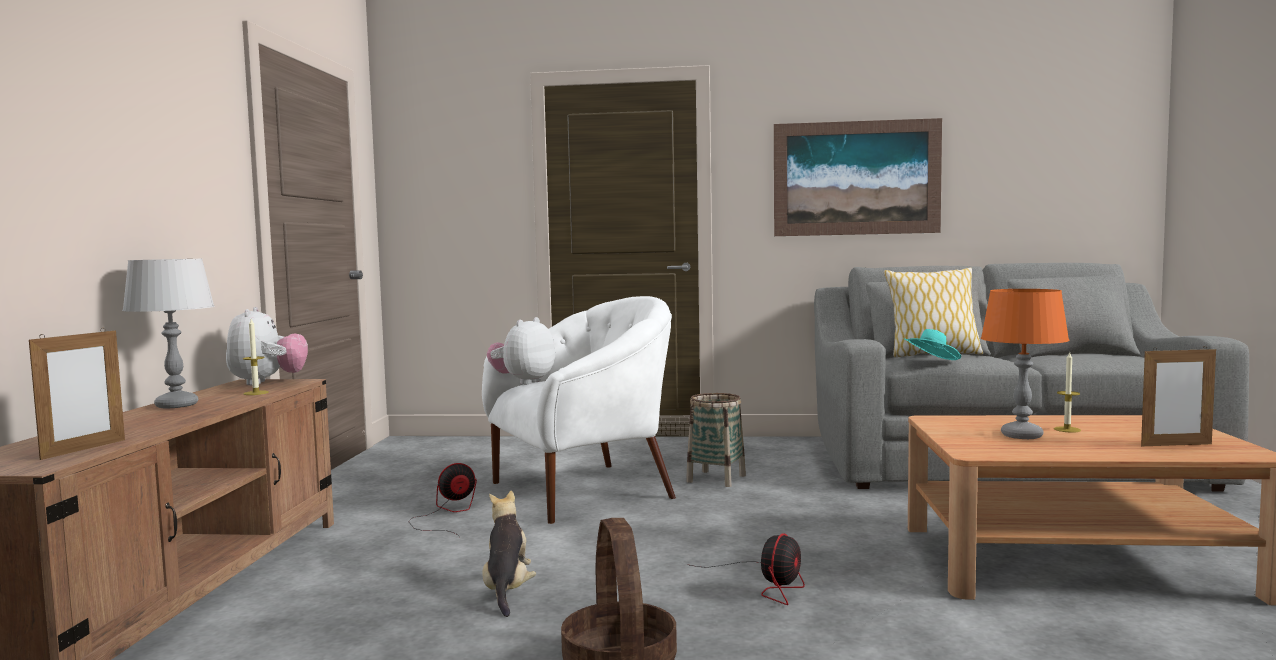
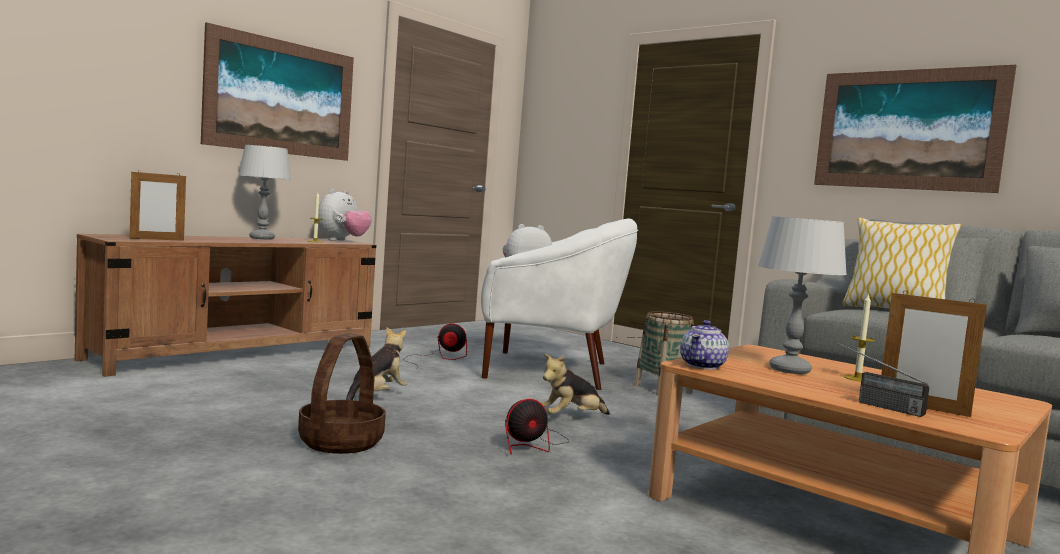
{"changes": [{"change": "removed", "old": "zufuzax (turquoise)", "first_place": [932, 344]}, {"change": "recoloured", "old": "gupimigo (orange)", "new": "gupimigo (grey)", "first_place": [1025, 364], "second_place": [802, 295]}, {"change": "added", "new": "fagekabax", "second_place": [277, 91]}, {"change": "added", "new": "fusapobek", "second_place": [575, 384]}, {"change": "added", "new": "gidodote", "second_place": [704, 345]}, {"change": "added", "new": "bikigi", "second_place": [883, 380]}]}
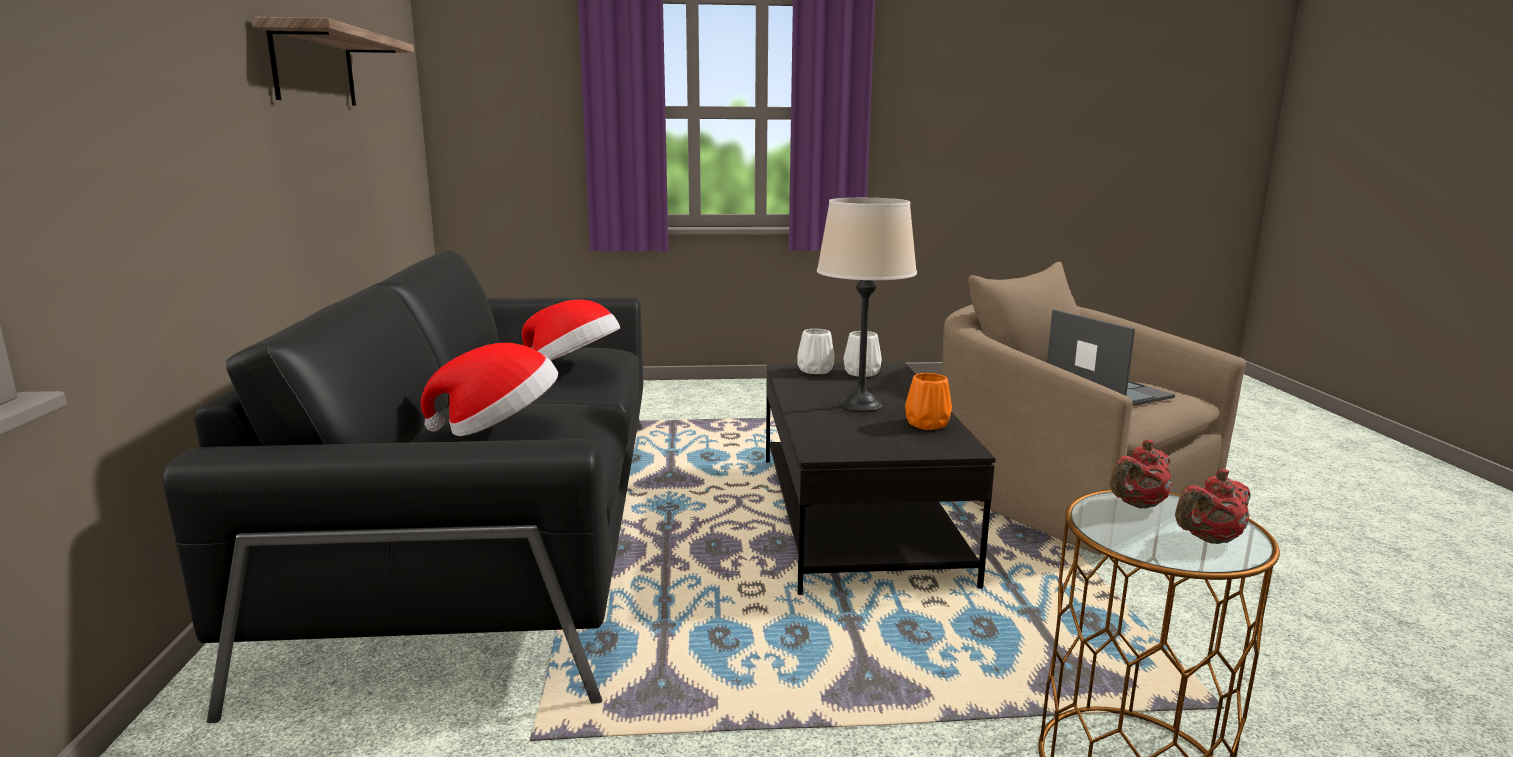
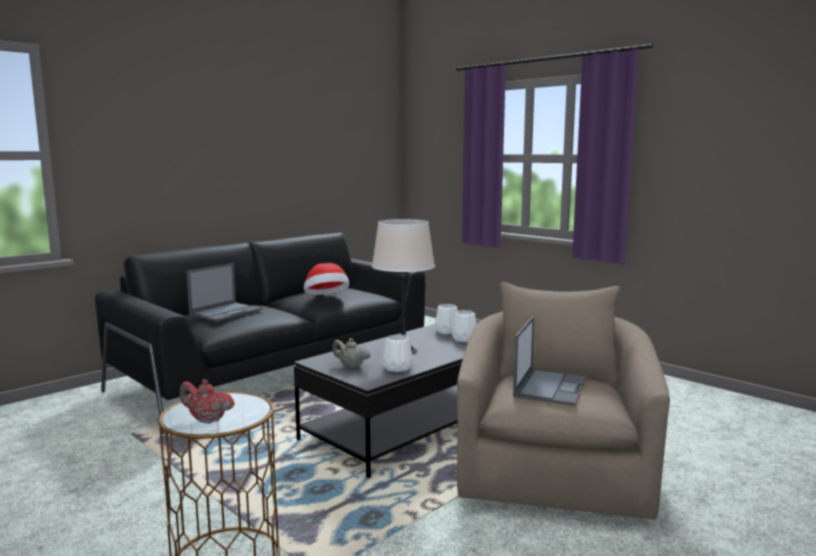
{"changes": [{"change": "removed", "old": "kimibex", "first_place": [333, 61]}, {"change": "replaced", "old": "zufuzax", "new": "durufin", "first_place": [489, 389], "second_place": [224, 292]}, {"change": "recoloured", "old": "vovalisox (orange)", "new": "vovalisox (white)", "first_place": [928, 401], "second_place": [398, 353]}, {"change": "removed", "old": "gidodote (red)", "first_place": [1141, 474]}, {"change": "added", "new": "gidodote (beige)", "second_place": [351, 353]}]}
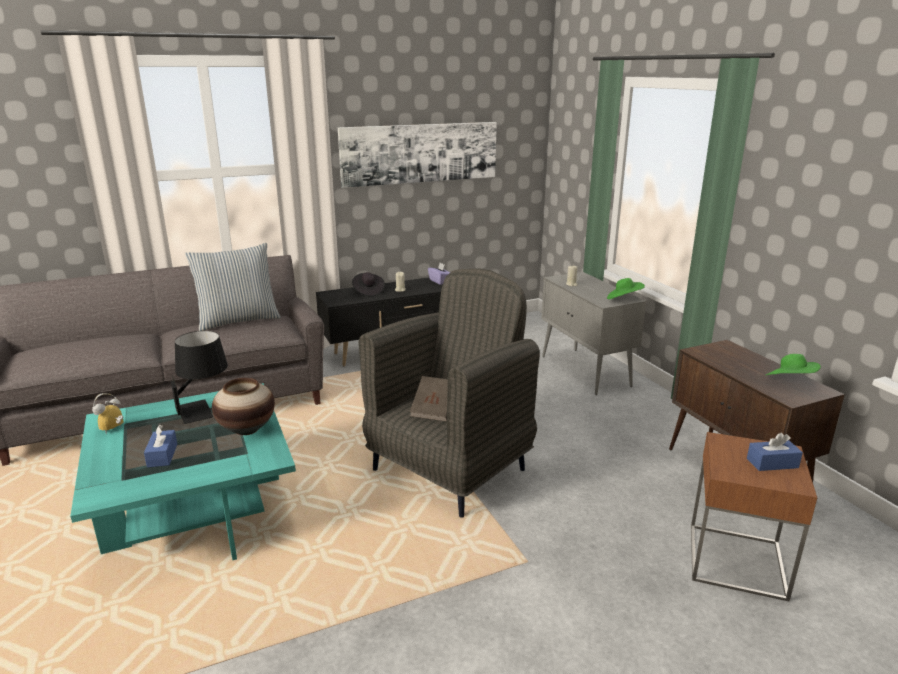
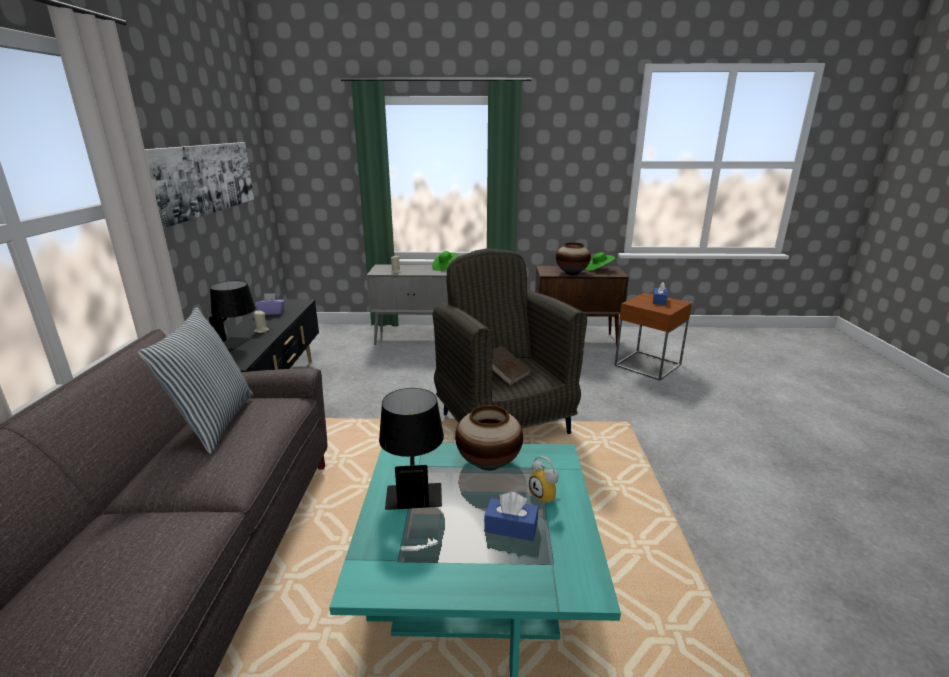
{"changes": [{"change": "moved", "old": "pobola", "first_place": [108, 413], "second_place": [543, 480]}, {"change": "replaced", "old": "zufuzax (black)", "new": "gupimigo (black)", "first_place": [368, 284], "second_place": [232, 316]}, {"change": "added", "new": "vovalisox", "second_place": [573, 258]}]}
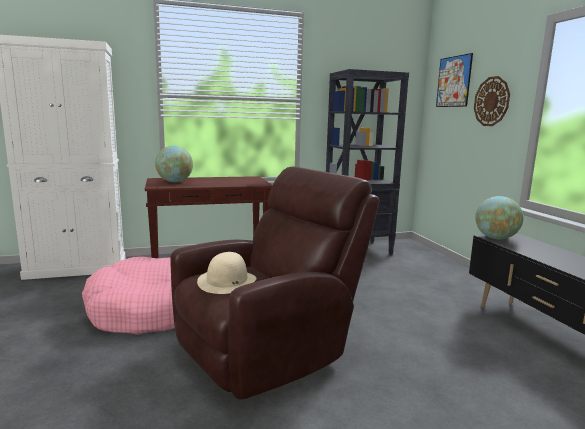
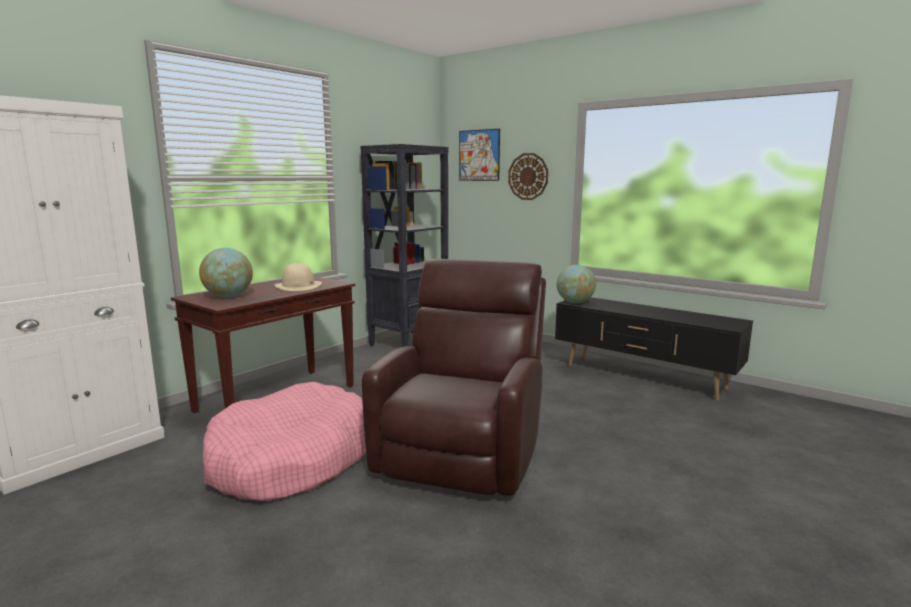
{"changes": [{"change": "moved", "old": "zufuzax (beige)", "first_place": [226, 273], "second_place": [298, 277]}]}
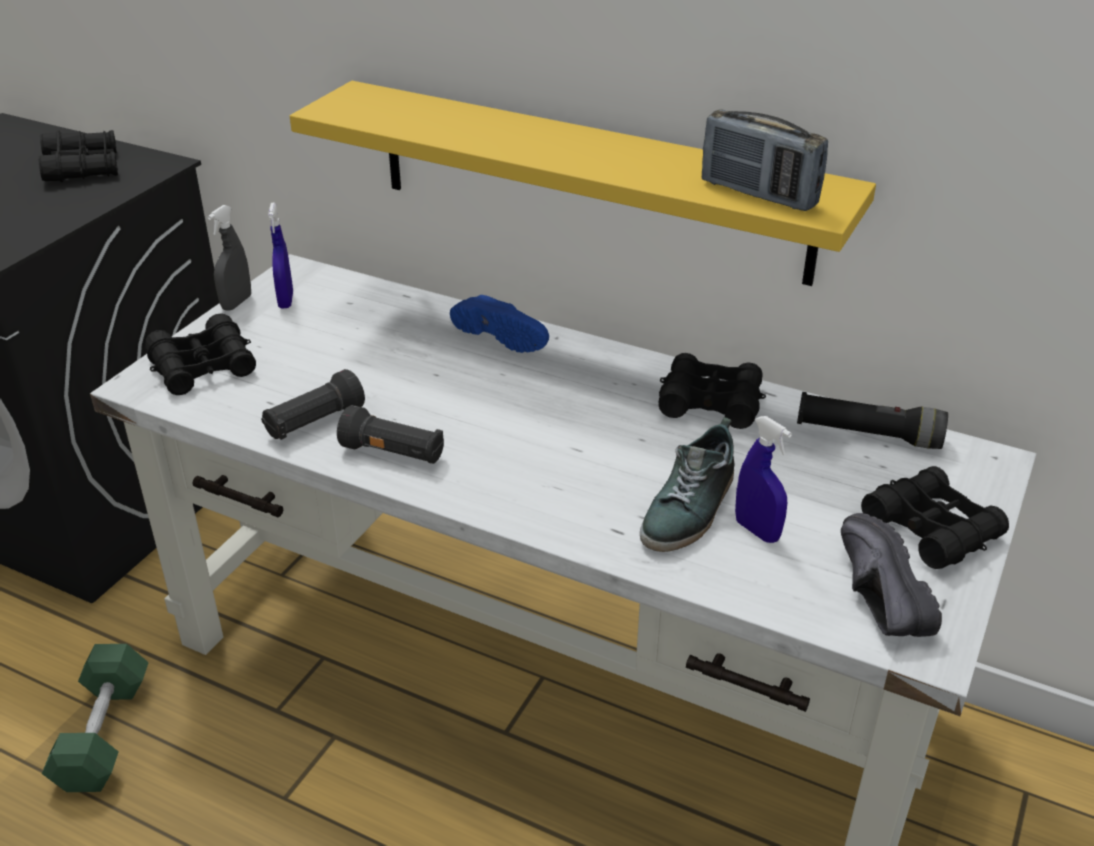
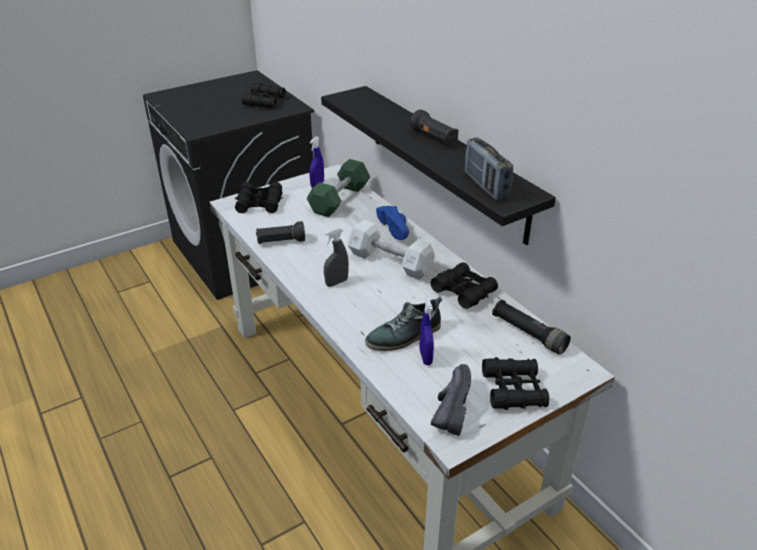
{"changes": [{"change": "moved", "old": "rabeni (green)", "first_place": [95, 718], "second_place": [338, 188]}, {"change": "moved", "old": "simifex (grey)", "first_place": [229, 258], "second_place": [336, 257]}, {"change": "recoloured", "old": "kimibex (yellow)", "new": "kimibex (black)", "first_place": [583, 183], "second_place": [438, 165]}, {"change": "moved", "old": "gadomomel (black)", "first_place": [390, 434], "second_place": [434, 127]}, {"change": "added", "new": "rabeni (white)", "second_place": [391, 250]}]}
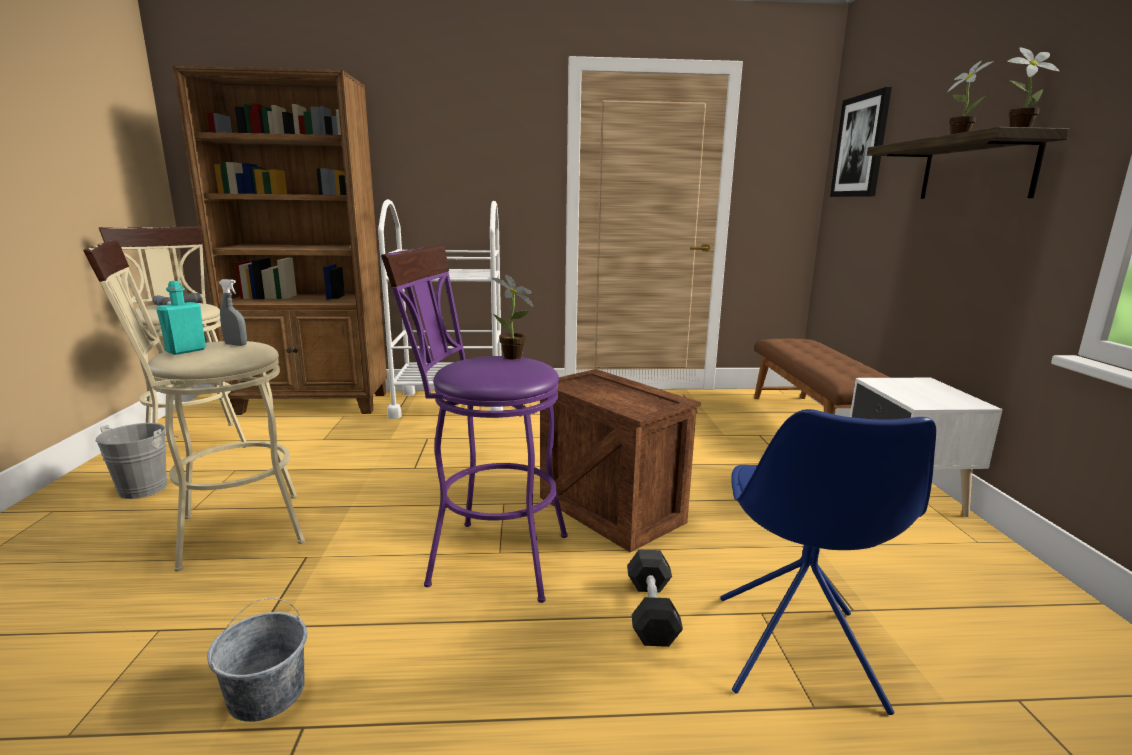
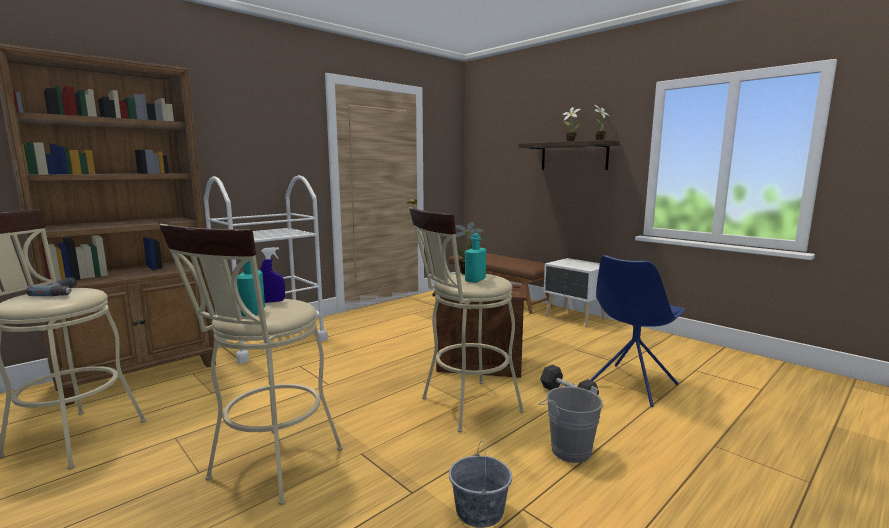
{"changes": [{"change": "moved", "old": "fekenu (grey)", "first_place": [137, 461], "second_place": [570, 424]}, {"change": "recoloured", "old": "simifex (grey)", "new": "simifex (blue)", "first_place": [233, 312], "second_place": [272, 275]}, {"change": "recoloured", "old": "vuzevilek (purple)", "new": "vuzevilek (beige)", "first_place": [474, 423], "second_place": [466, 320]}, {"change": "turned", "old": "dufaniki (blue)", "first_place": [828, 562], "second_place": [637, 331], "degrees": 75}, {"change": "removed", "old": "fagekabax", "first_place": [861, 142]}, {"change": "added", "new": "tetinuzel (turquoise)", "second_place": [475, 258]}]}
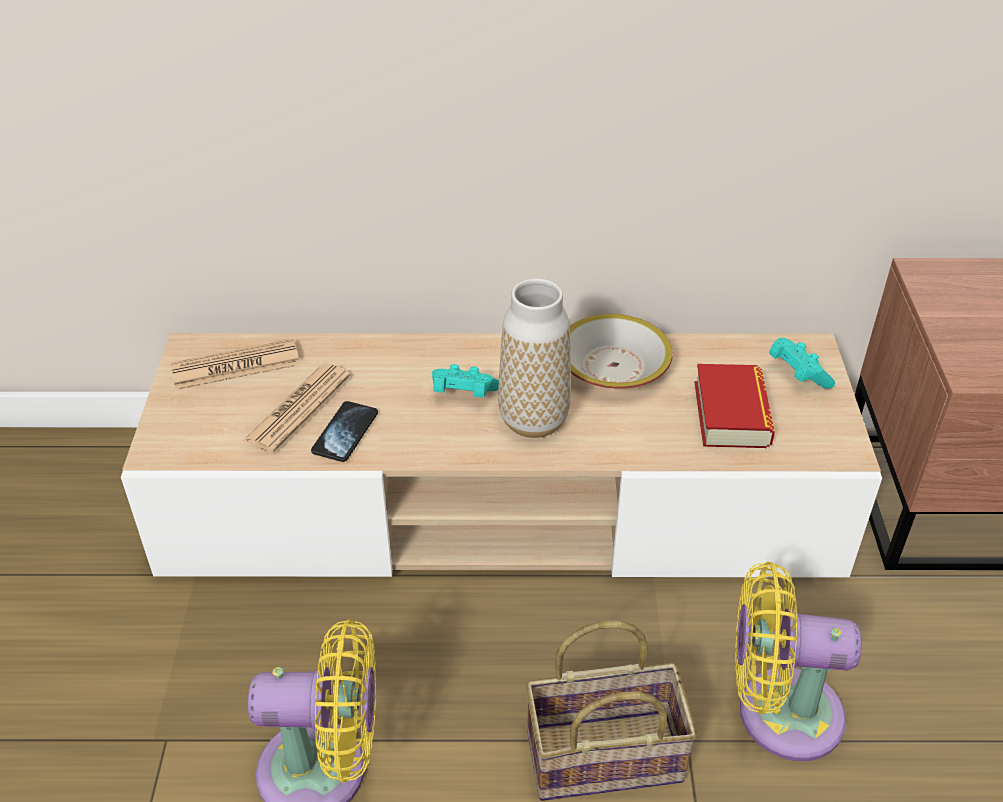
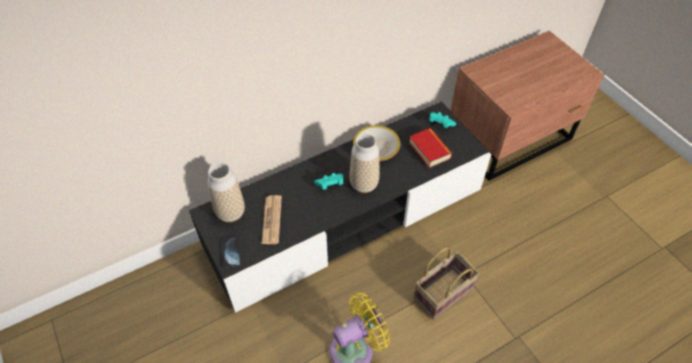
{"changes": [{"change": "recoloured", "old": "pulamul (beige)", "new": "pulamul (black)", "first_place": [501, 455], "second_place": [340, 207]}, {"change": "replaced", "old": "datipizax", "new": "vovalisox", "first_place": [235, 364], "second_place": [226, 192]}, {"change": "moved", "old": "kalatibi", "first_place": [344, 431], "second_place": [231, 252]}, {"change": "removed", "old": "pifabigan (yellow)", "first_place": [798, 661]}]}
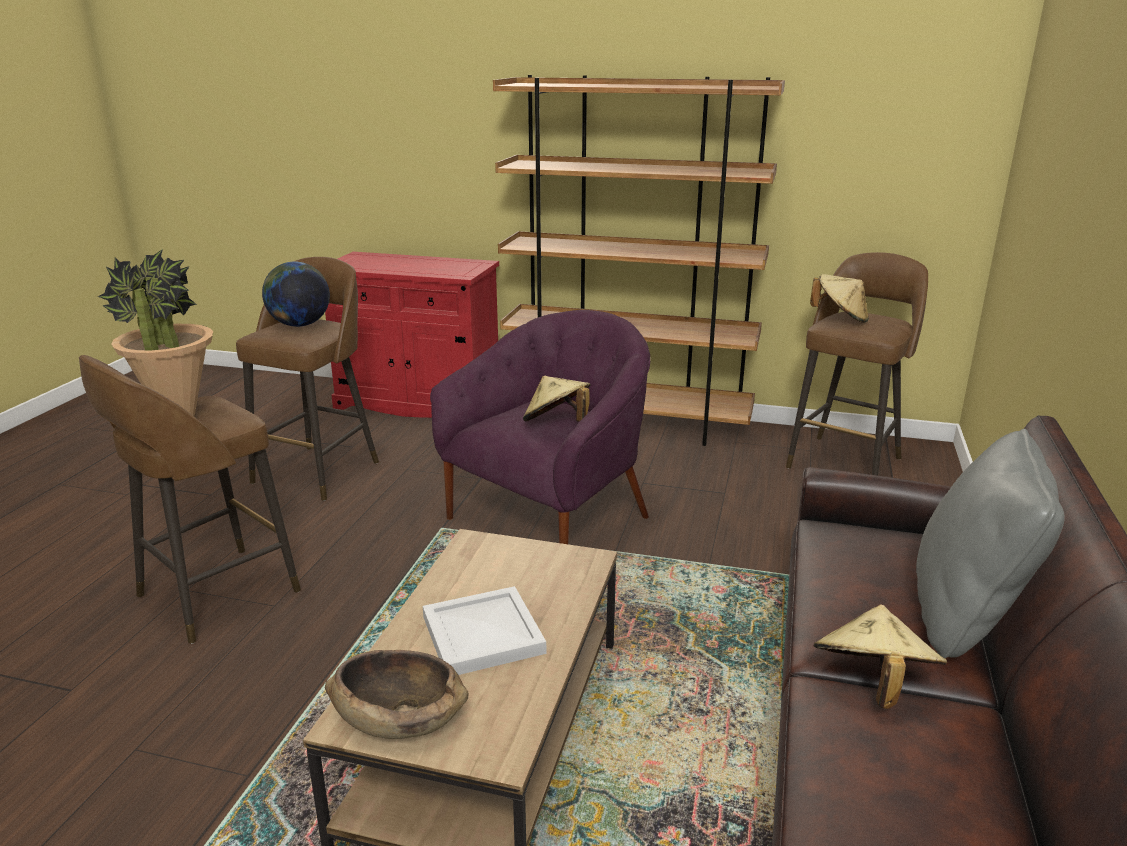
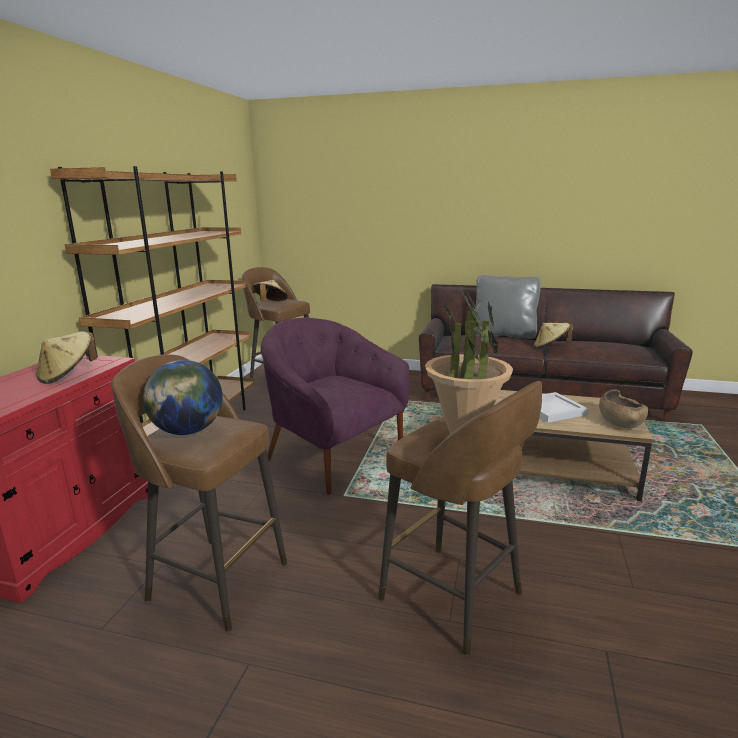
{"changes": [{"change": "moved", "old": "zufuzax (beige)", "first_place": [557, 399], "second_place": [67, 358]}]}
